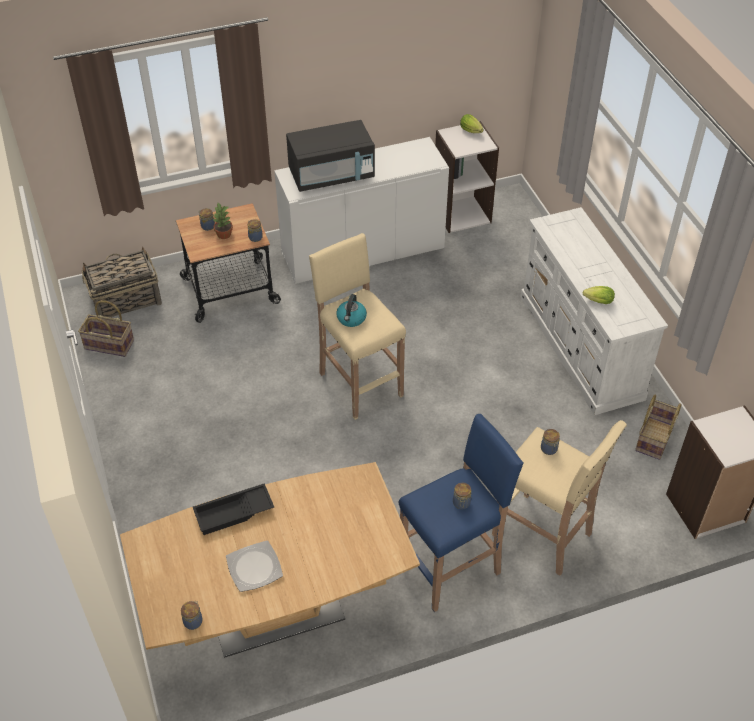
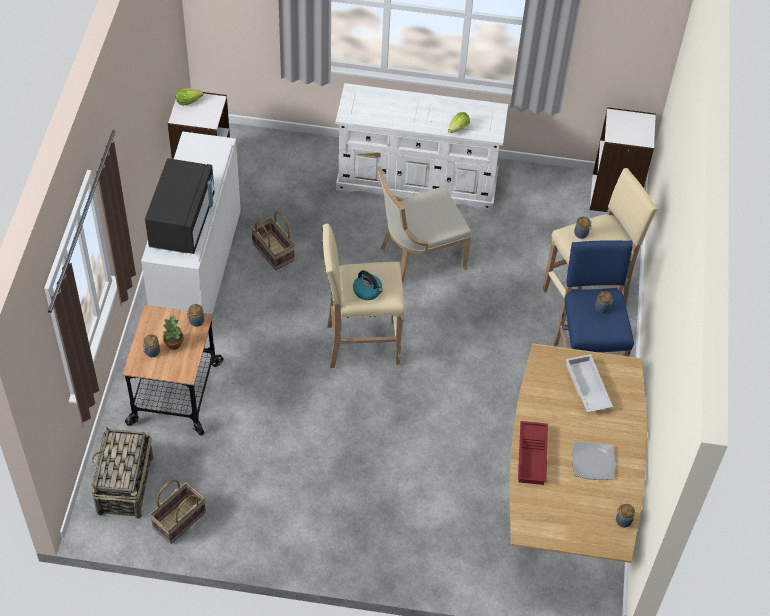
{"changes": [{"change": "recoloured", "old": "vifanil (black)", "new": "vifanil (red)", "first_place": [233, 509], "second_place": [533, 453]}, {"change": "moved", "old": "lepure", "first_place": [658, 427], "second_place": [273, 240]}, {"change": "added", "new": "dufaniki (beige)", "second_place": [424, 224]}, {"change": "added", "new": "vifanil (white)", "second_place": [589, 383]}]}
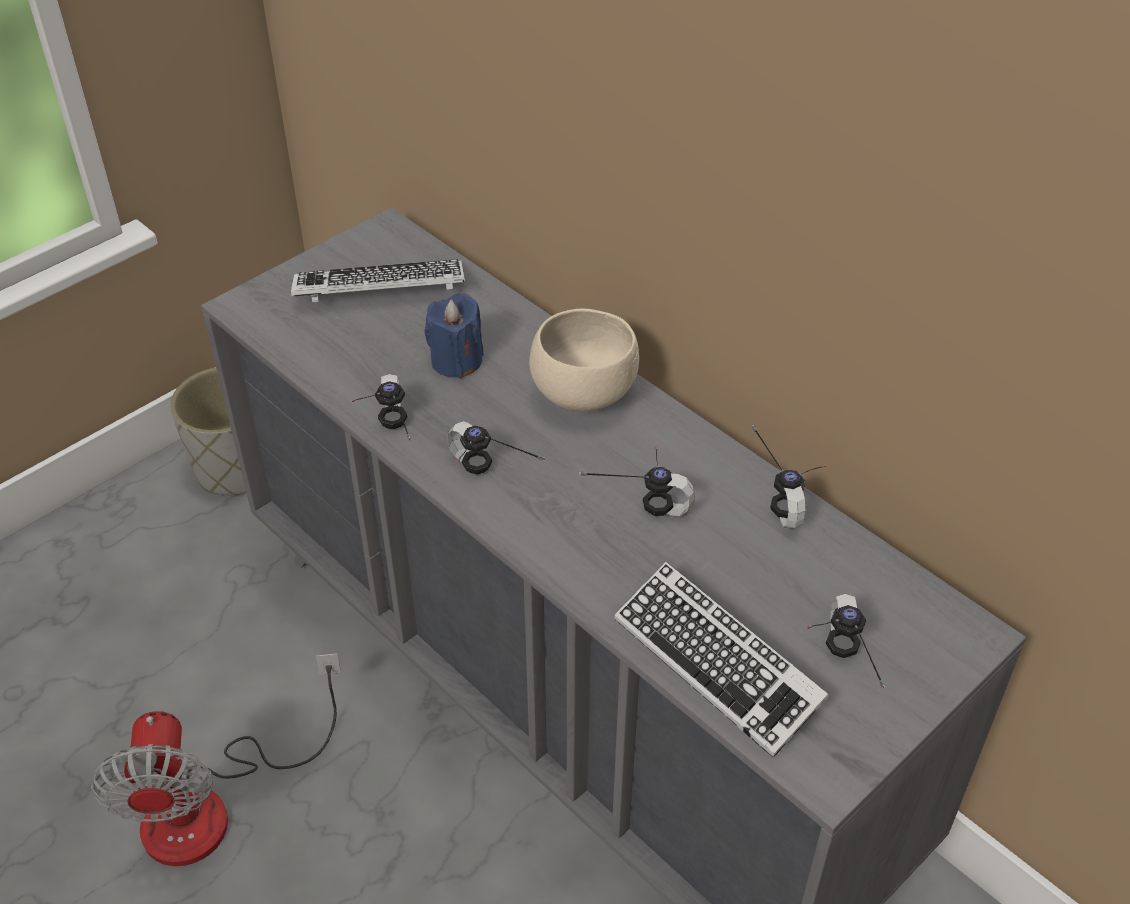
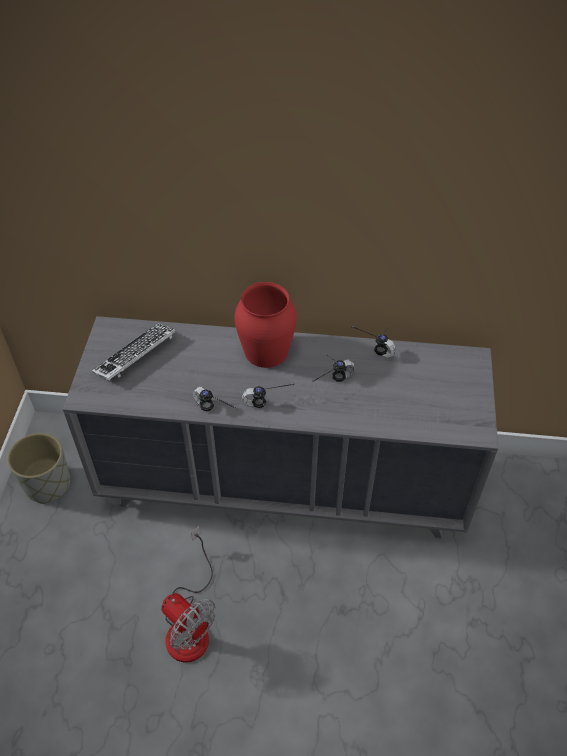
{"changes": [{"change": "removed", "old": "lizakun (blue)", "first_place": [454, 336]}, {"change": "replaced", "old": "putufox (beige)", "new": "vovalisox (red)", "first_place": [584, 360], "second_place": [265, 325]}, {"change": "removed", "old": "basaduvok", "first_place": [721, 660]}, {"change": "removed", "old": "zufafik", "first_place": [846, 641]}]}
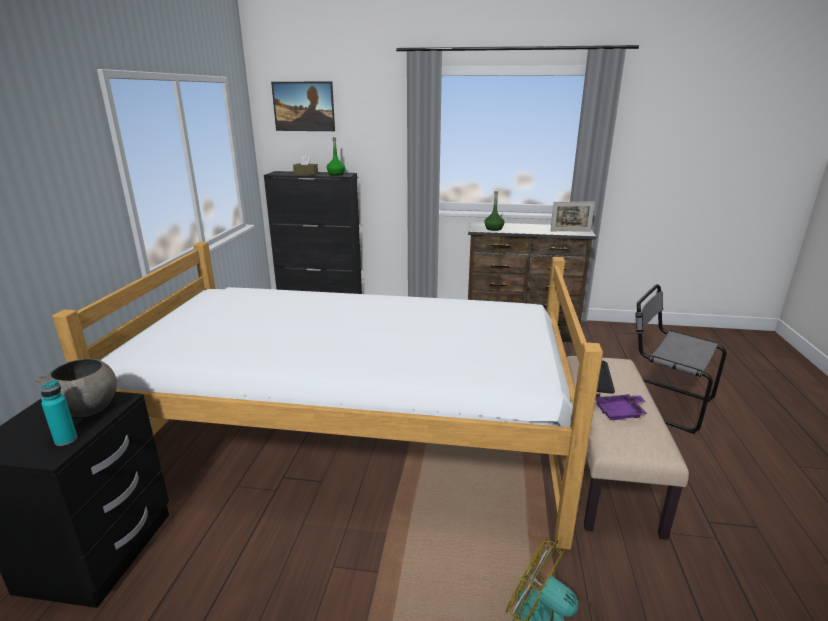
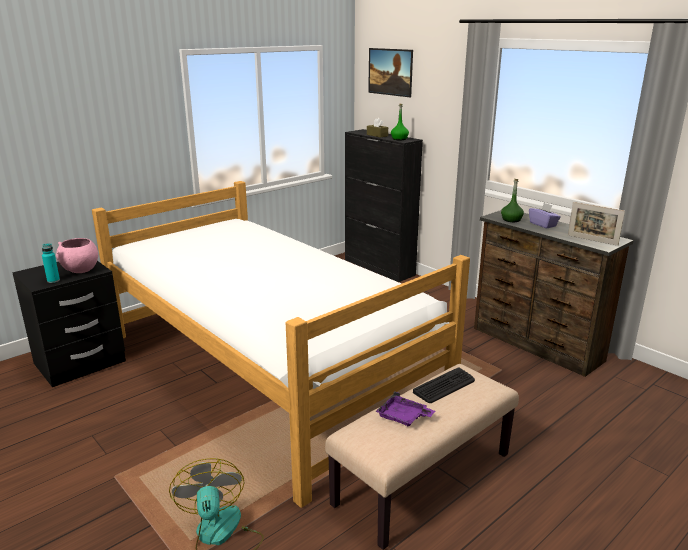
{"changes": [{"change": "recoloured", "old": "putufox (grey)", "new": "putufox (pink)", "first_place": [76, 388], "second_place": [77, 255]}, {"change": "removed", "old": "dufaniki (grey)", "first_place": [681, 359]}, {"change": "added", "new": "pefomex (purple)", "second_place": [545, 215]}]}
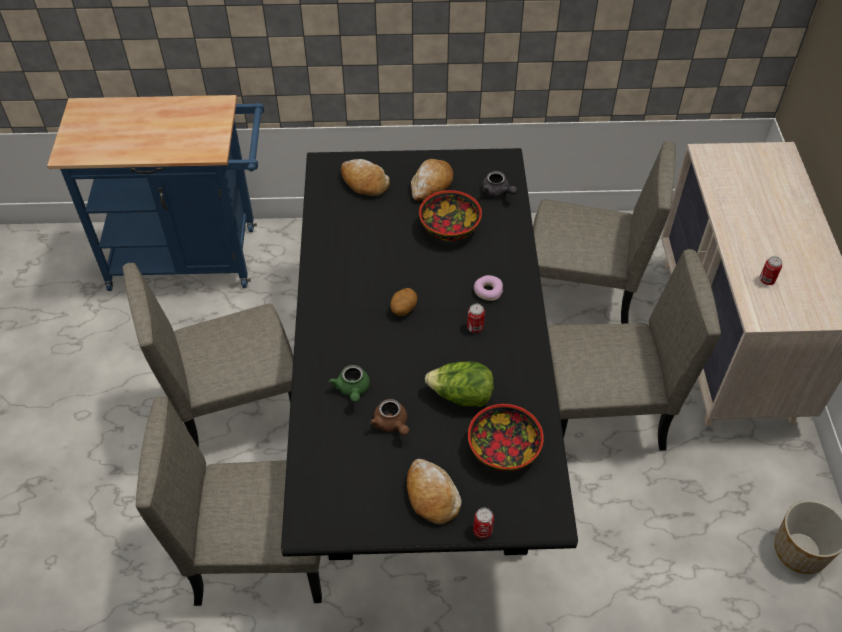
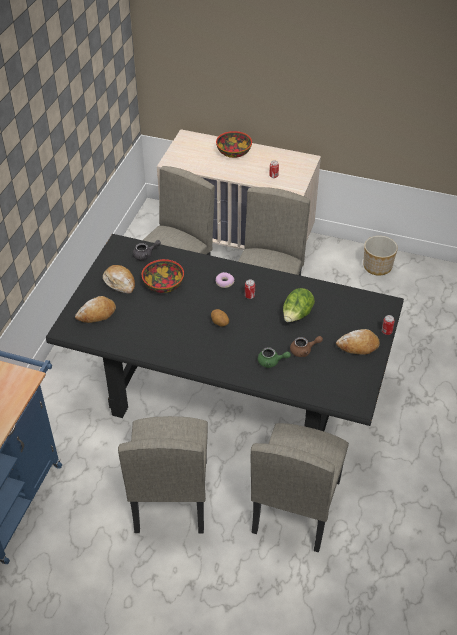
{"changes": [{"change": "moved", "old": "putufox", "first_place": [506, 438], "second_place": [234, 144]}]}
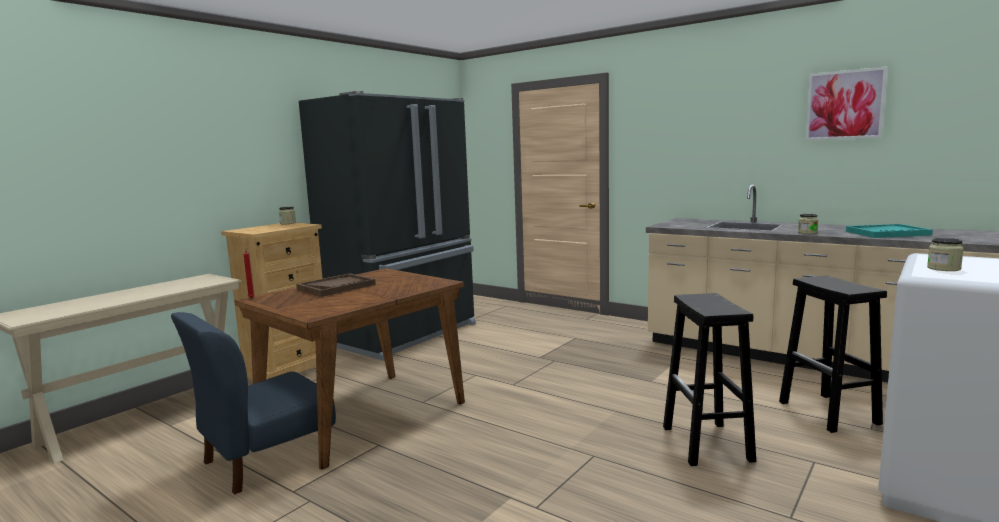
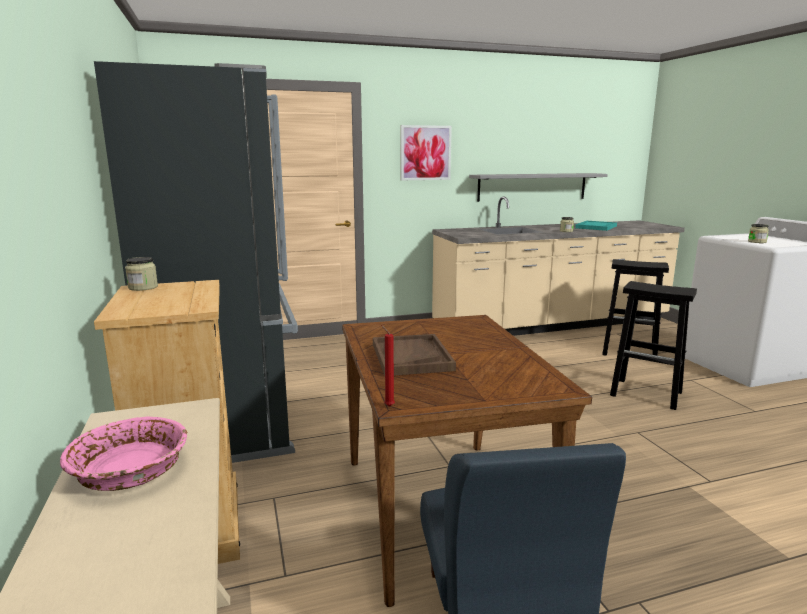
{"changes": [{"change": "moved", "old": "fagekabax", "first_place": [846, 103], "second_place": [426, 152]}, {"change": "added", "new": "putufox (pink)", "second_place": [123, 453]}, {"change": "added", "new": "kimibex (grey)", "second_place": [538, 187]}]}
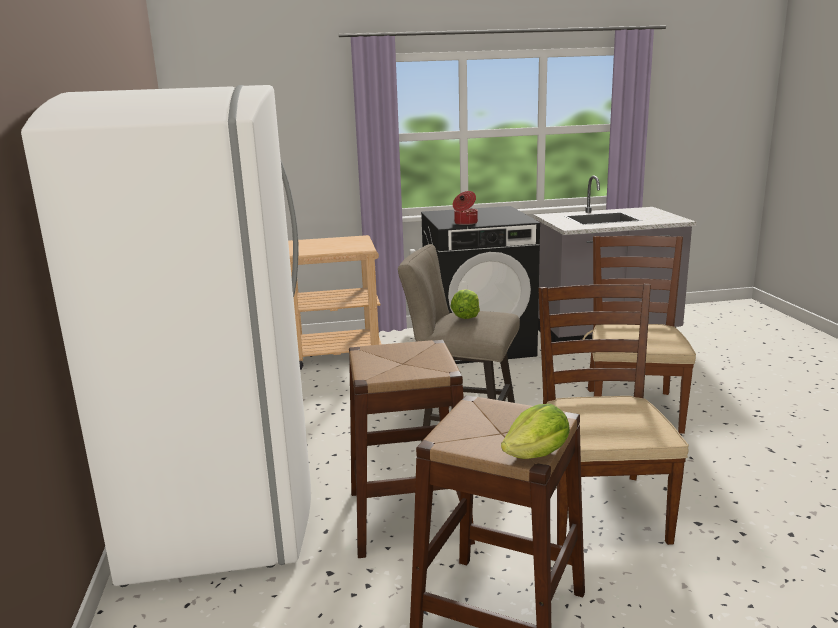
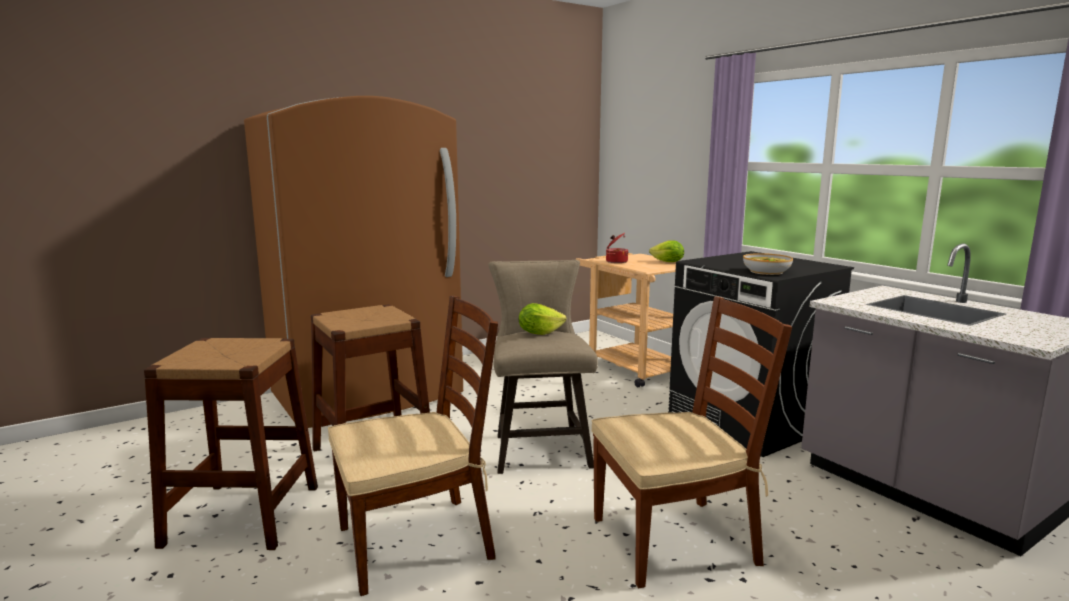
{"changes": [{"change": "recoloured", "old": "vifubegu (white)", "new": "vifubegu (brown)", "first_place": [166, 336], "second_place": [353, 262]}, {"change": "moved", "old": "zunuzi", "first_place": [465, 208], "second_place": [617, 248]}, {"change": "moved", "old": "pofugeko", "first_place": [535, 431], "second_place": [666, 251]}, {"change": "added", "new": "putufox", "second_place": [768, 264]}]}
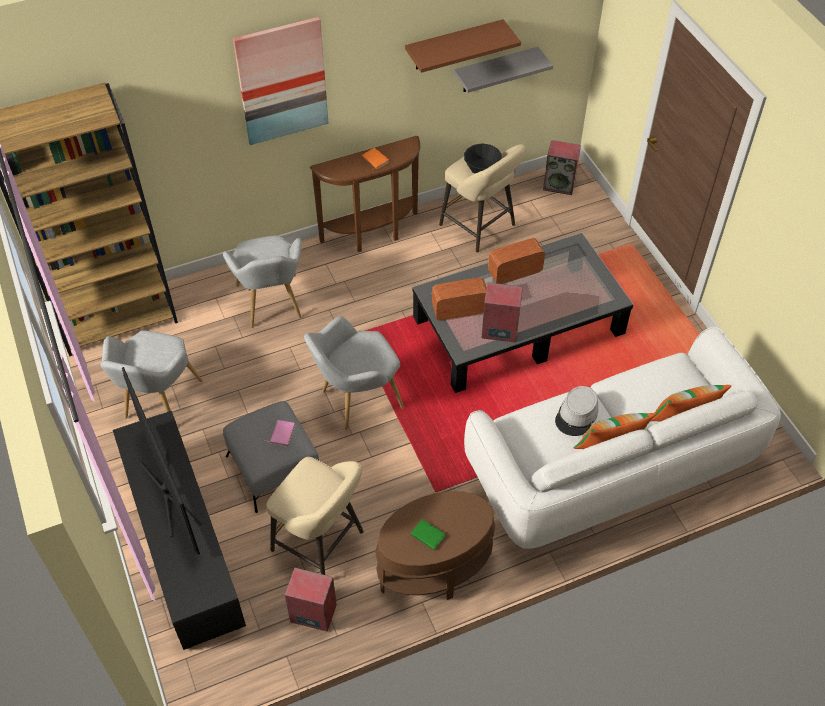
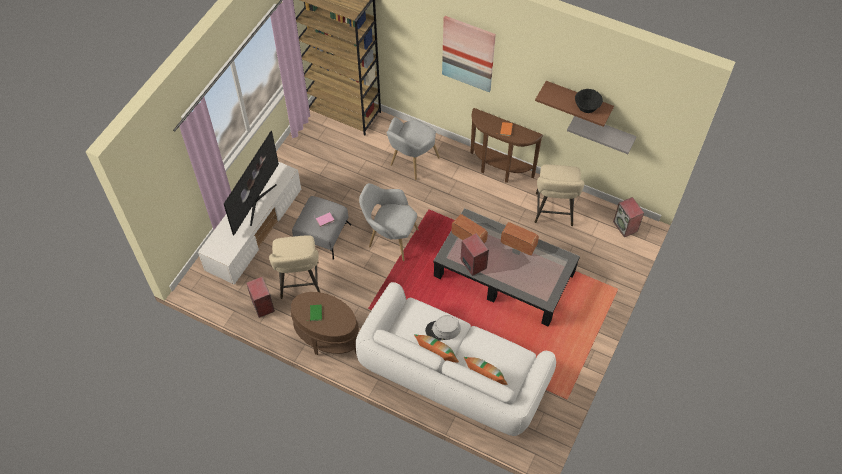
{"changes": [{"change": "removed", "old": "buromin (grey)", "first_place": [151, 375]}, {"change": "recoloured", "old": "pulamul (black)", "new": "pulamul (white)", "first_place": [179, 530], "second_place": [249, 223]}, {"change": "moved", "old": "putufox (black)", "first_place": [483, 158], "second_place": [589, 101]}]}
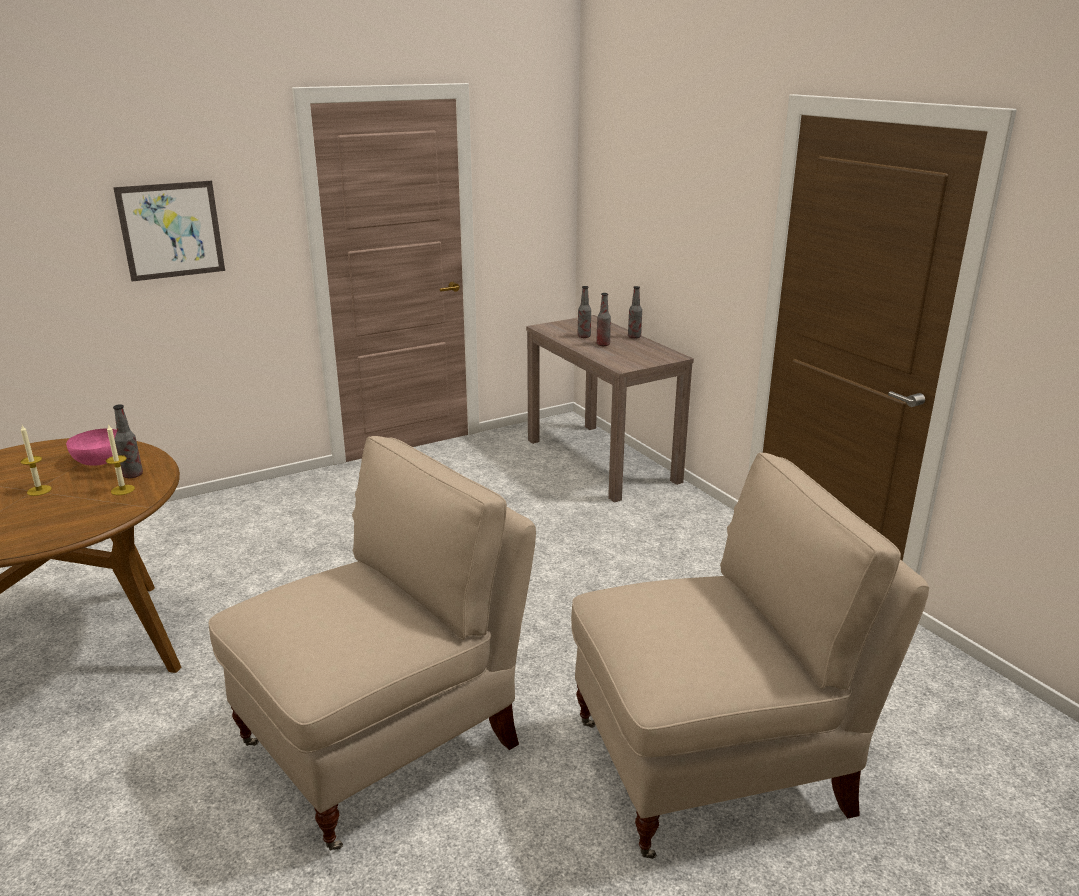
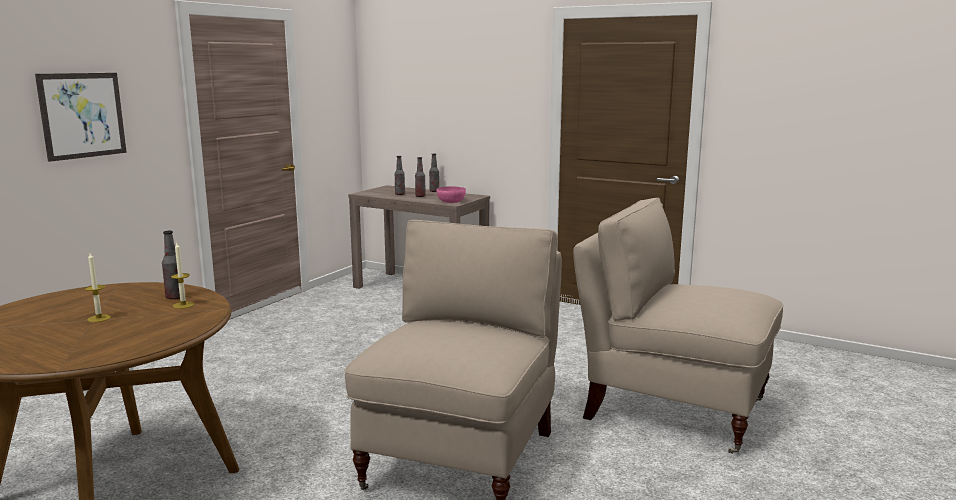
{"changes": [{"change": "moved", "old": "putufox (pink)", "first_place": [91, 447], "second_place": [451, 194]}, {"change": "turned", "old": "dufaniki (beige)", "first_place": [750, 655], "second_place": [678, 325], "degrees": -105}]}
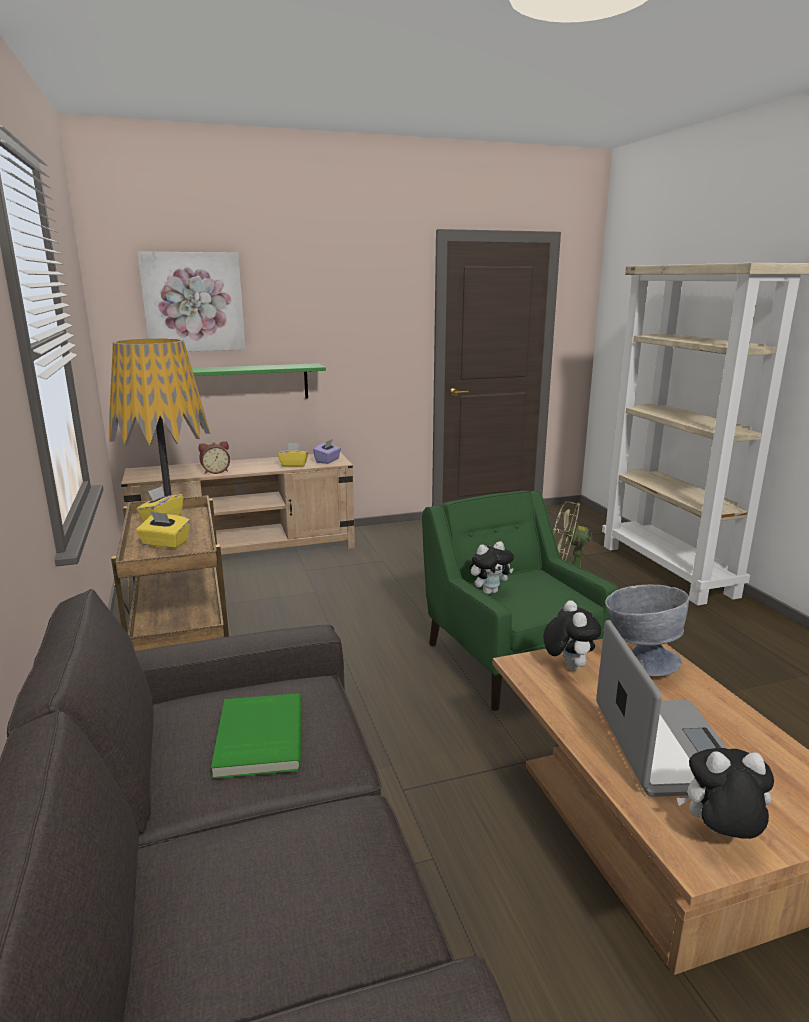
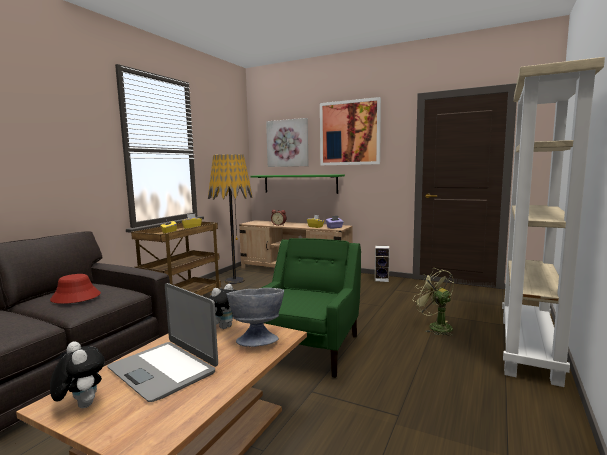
{"changes": [{"change": "replaced", "old": "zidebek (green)", "new": "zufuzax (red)", "first_place": [256, 736], "second_place": [75, 289]}, {"change": "removed", "old": "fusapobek", "first_place": [492, 567]}, {"change": "turned", "old": "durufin", "first_place": [661, 708], "second_place": [162, 342], "degrees": 90}, {"change": "added", "new": "fagekabax", "second_place": [350, 131]}, {"change": "added", "new": "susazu", "second_place": [382, 264]}]}
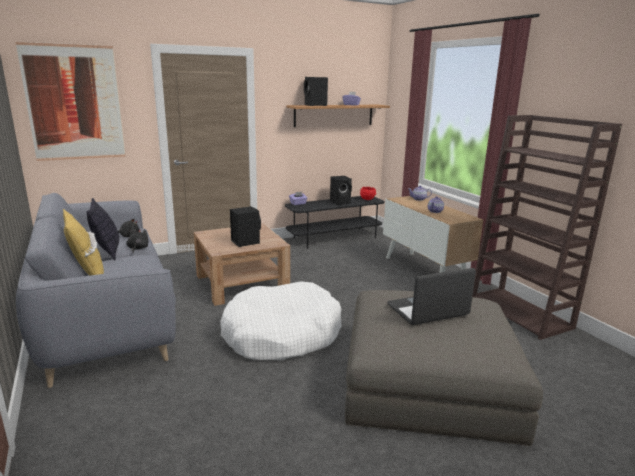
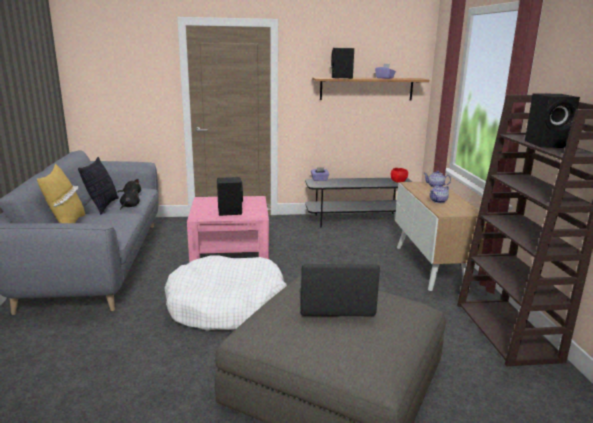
{"changes": [{"change": "removed", "old": "fagekabax", "first_place": [70, 101]}, {"change": "recoloured", "old": "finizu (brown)", "new": "finizu (pink)", "first_place": [242, 265], "second_place": [228, 229]}, {"change": "moved", "old": "susazu (black)", "first_place": [341, 190], "second_place": [552, 120]}]}
